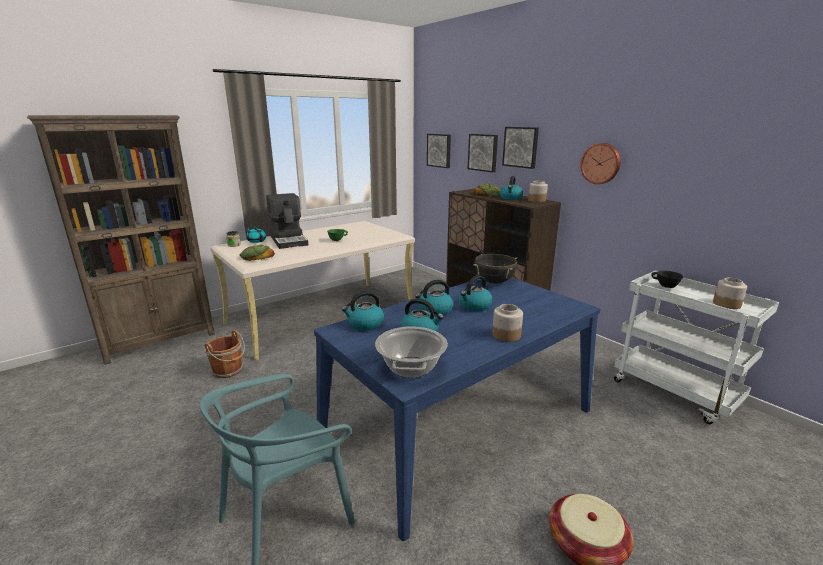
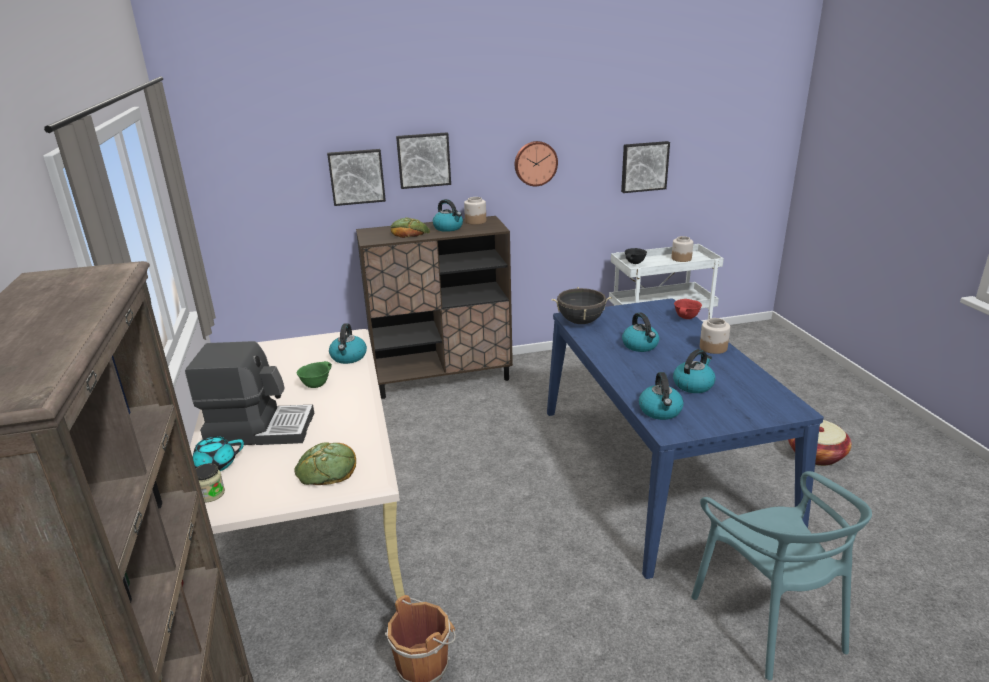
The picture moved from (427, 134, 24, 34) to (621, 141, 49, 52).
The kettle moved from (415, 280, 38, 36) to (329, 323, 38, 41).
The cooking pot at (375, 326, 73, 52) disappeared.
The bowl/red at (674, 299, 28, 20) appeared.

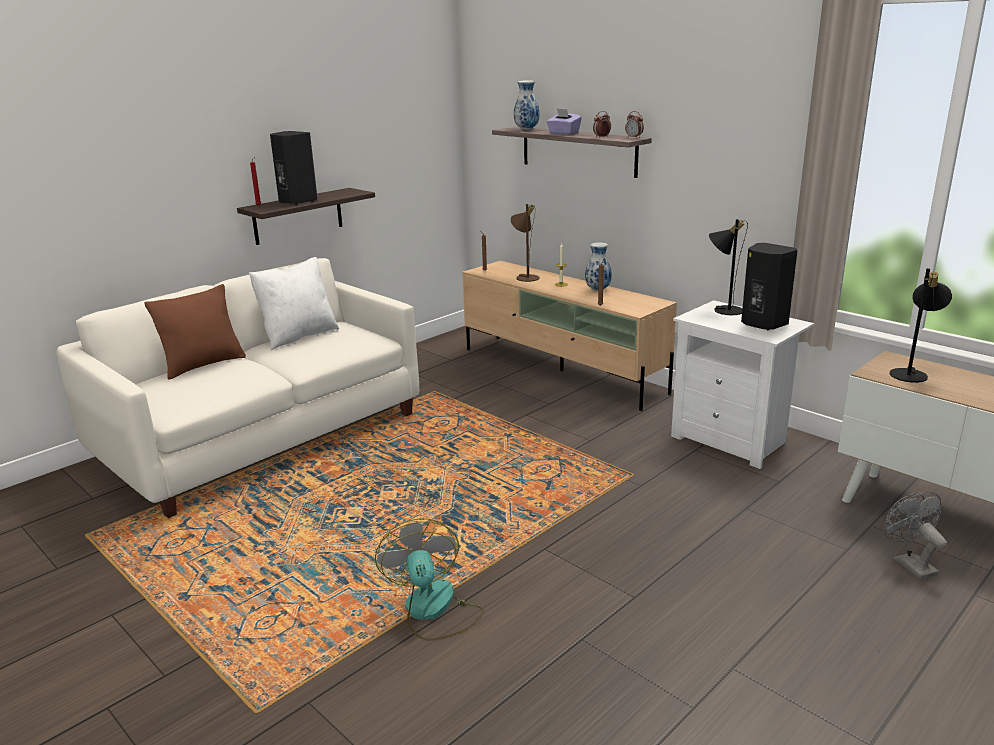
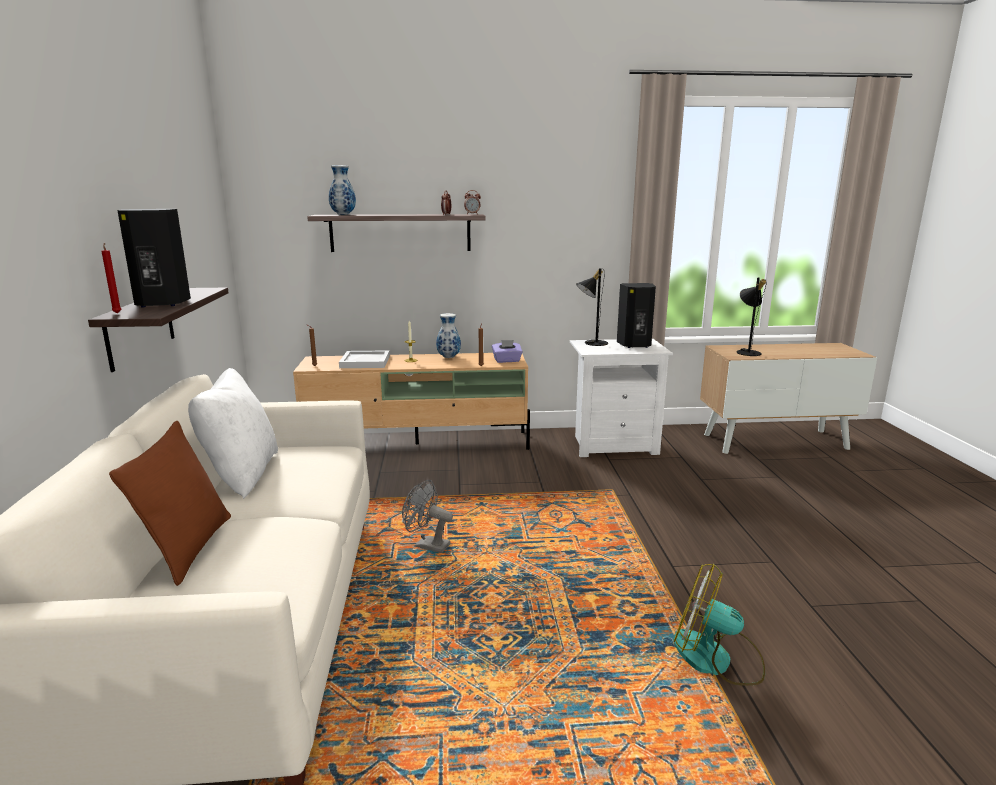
The tissue box/purple moved from (547, 109, 35, 26) to (492, 340, 31, 23).
The table lamp/brown at (511, 204, 28, 78) was replaced by the tray/white at (339, 350, 51, 18).
The fan/grey moved from (884, 492, 63, 88) to (402, 480, 51, 73).

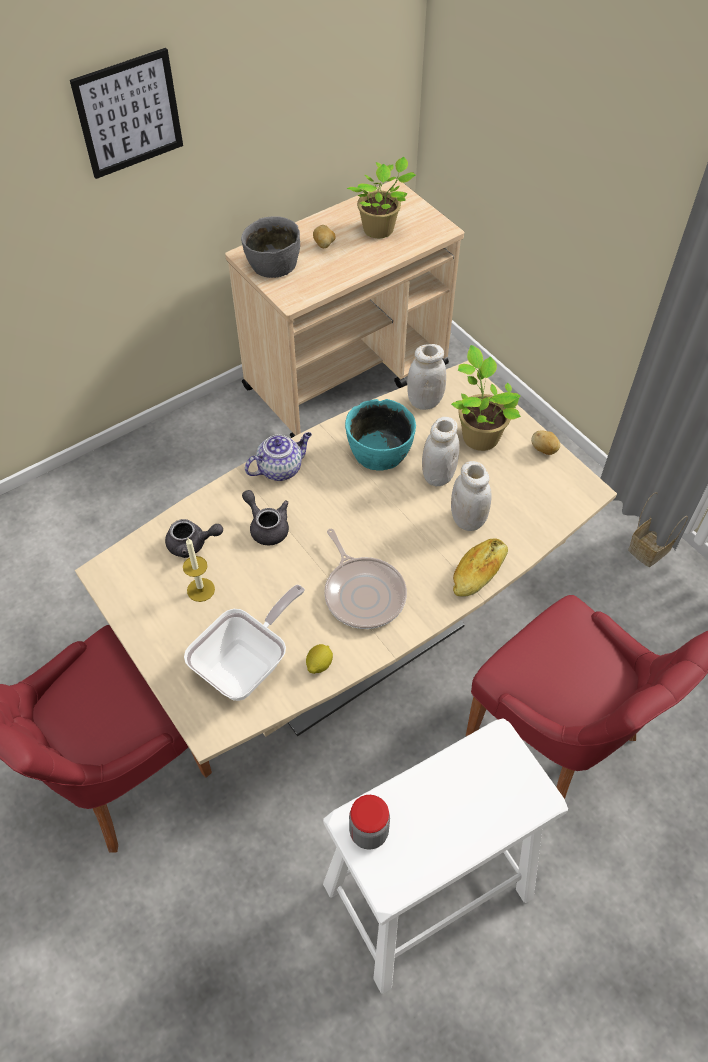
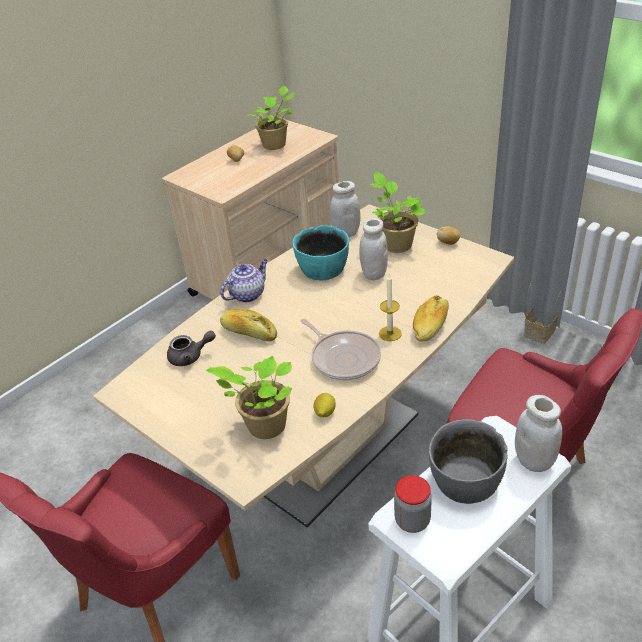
The picture at (70, 48, 113, 131) disappeared.
The bowl/grey moved from (241, 216, 59, 62) to (429, 419, 79, 85).
The jar/white moved from (451, 461, 41, 70) to (515, 395, 47, 77).
The teapot/grey at (242, 490, 47, 55) was replaced by the bread at (220, 309, 57, 32).
The candle moved from (183, 538, 32, 64) to (379, 274, 23, 67).
The frying pan at (184, 585, 121, 116) was replaced by the potted plant at (206, 356, 86, 83).

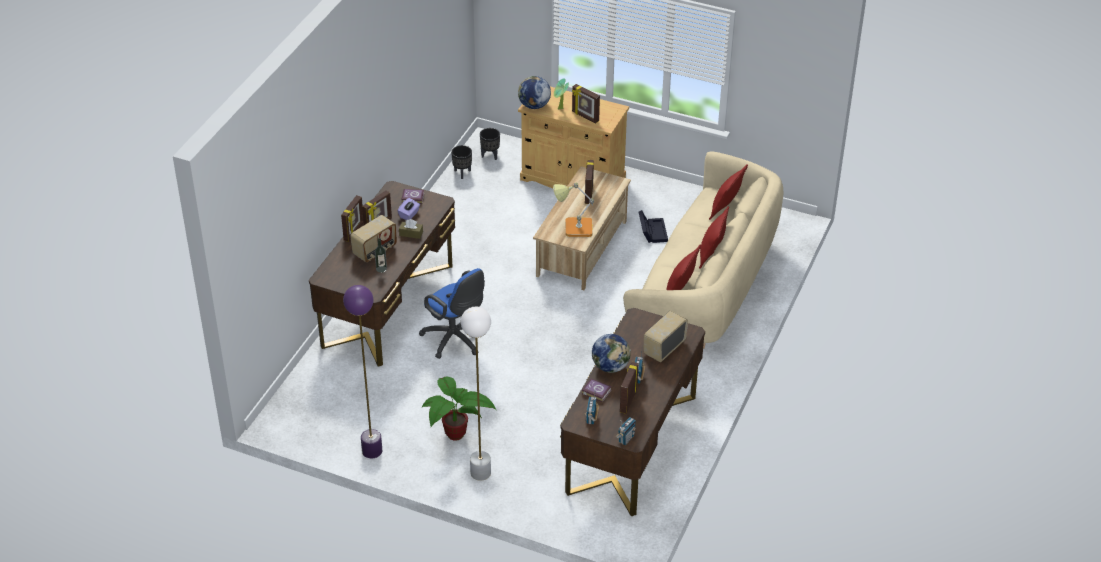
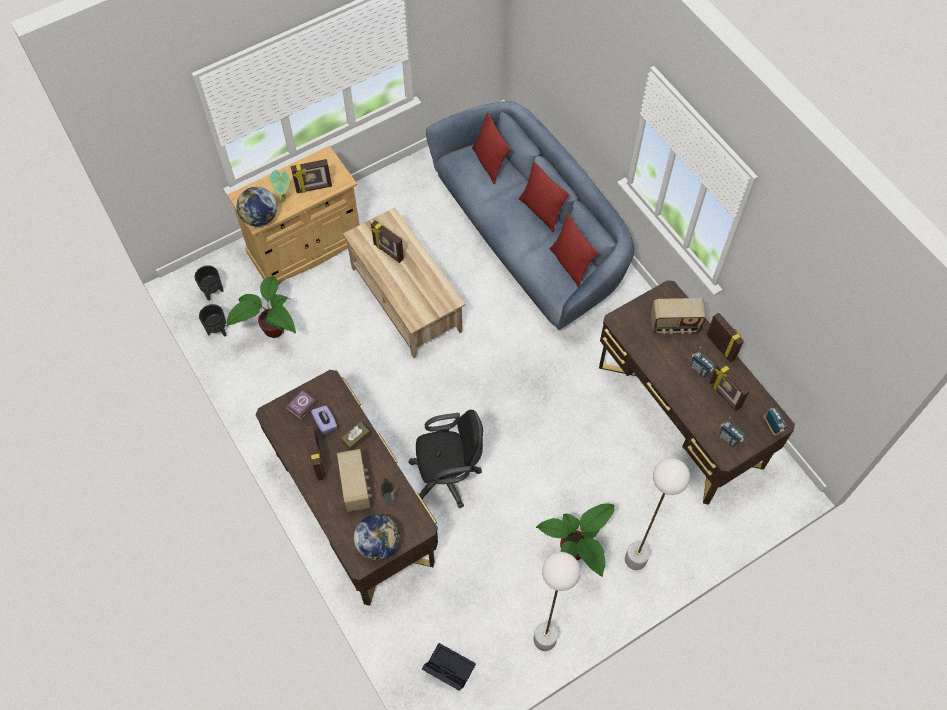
The sofa/beige at (623, 151, 161, 198) became the sofa/blue at (426, 101, 208, 229).
The table lamp at (553, 183, 41, 54) disappeared.
The picture frame moved from (341, 195, 23, 47) to (706, 313, 38, 50).
The storage box/black moved from (638, 210, 30, 33) to (422, 643, 54, 48).
The office chair/blue at (419, 268, 66, 91) became the office chair/black at (408, 410, 75, 98).
The floor lamp/purple at (343, 285, 39, 173) became the floor lamp/white at (534, 552, 47, 99).
The radio at (643, 310, 45, 52) turned 75 degrees counterclockwise.
The globe moved from (592, 334, 39, 39) to (354, 515, 46, 46).
The book at (582, 379, 29, 23) disappeared.
The potted plant at (227, 276, 69, 62) appeared.

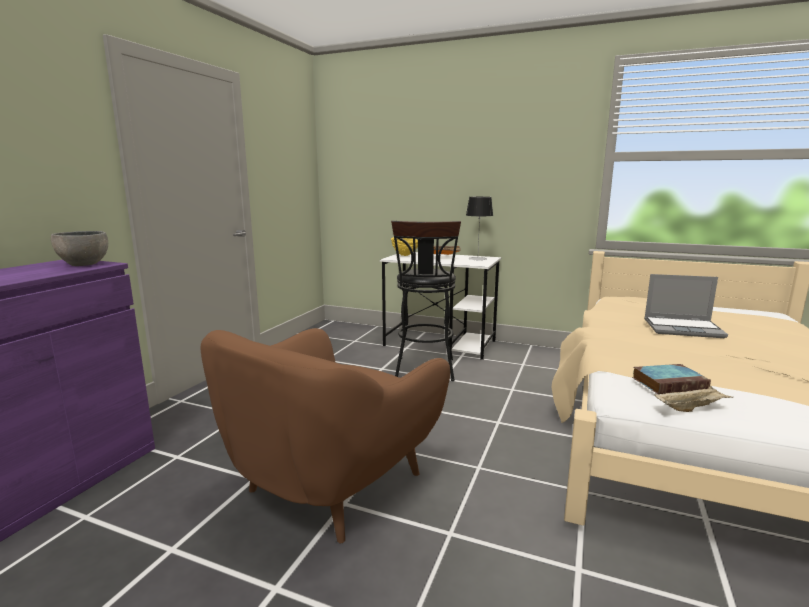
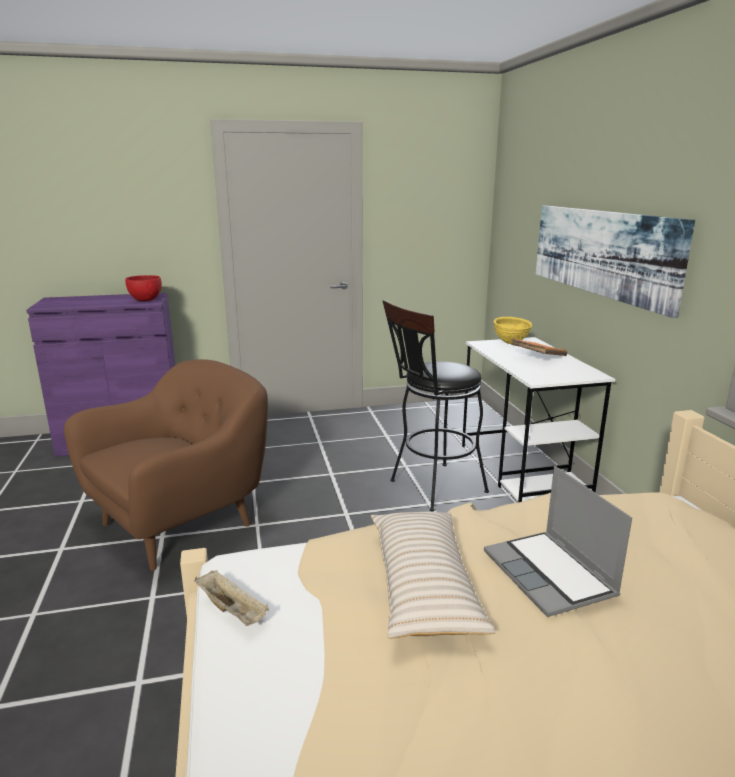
The table lamp at (466, 197, 27, 63) disappeared.
The bowl/grey at (51, 231, 57, 35) became the bowl/red at (125, 275, 37, 26).
The armchair/brown at (201, 328, 249, 215) turned 135 degrees clockwise.
The book at (632, 364, 79, 30) disappeared.
The picture at (536, 206, 159, 112) appeared.
The pillow/beige at (371, 511, 125, 128) appeared.

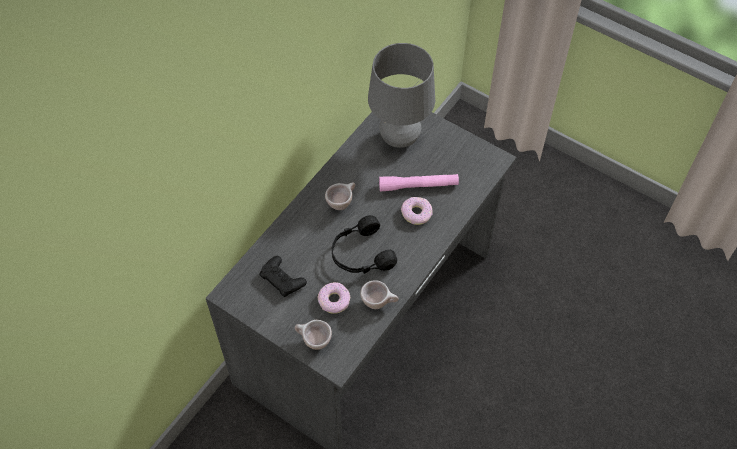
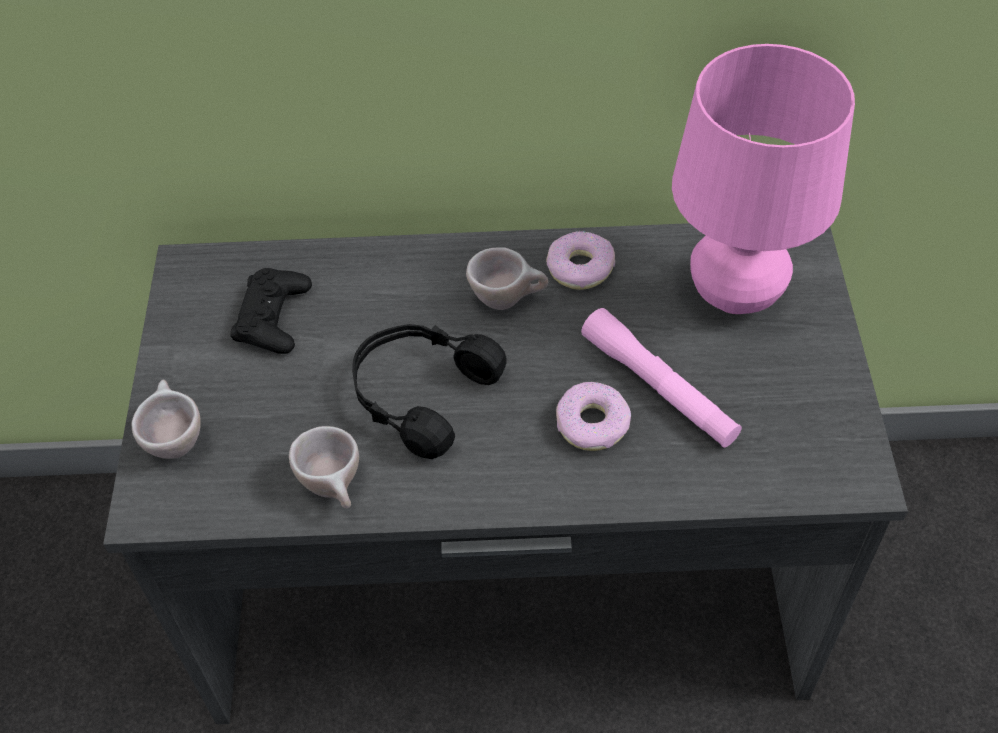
The table lamp/grey at (368, 43, 67, 105) became the table lamp/pink at (672, 44, 183, 270).
The donut moved from (318, 282, 32, 32) to (546, 231, 69, 59).

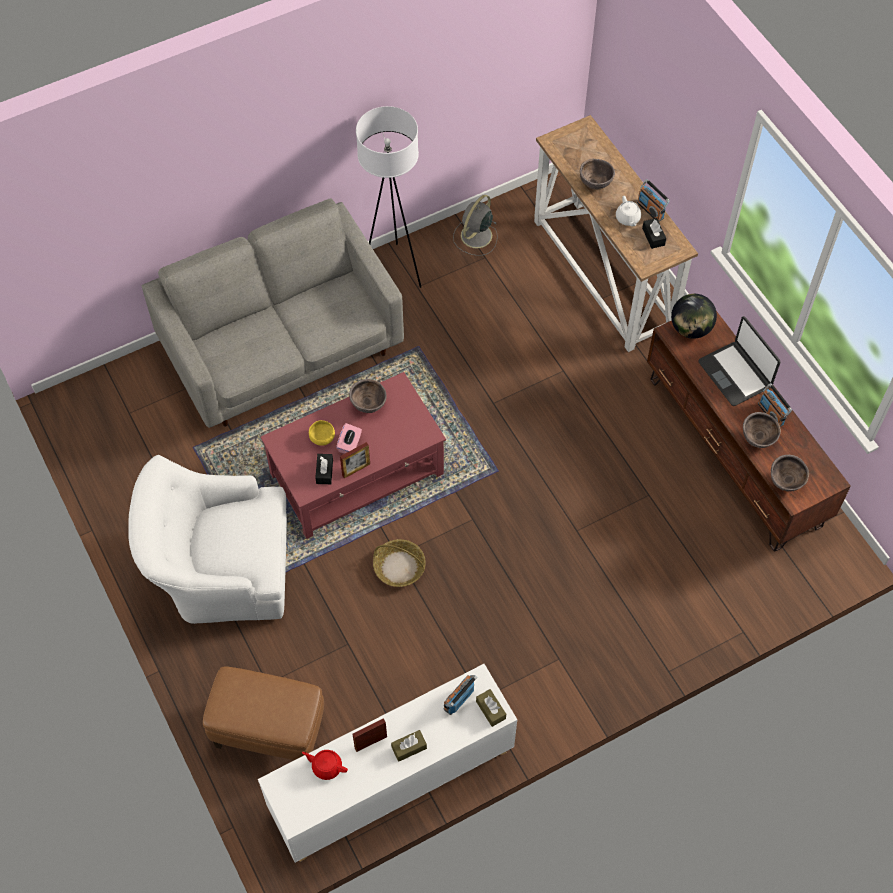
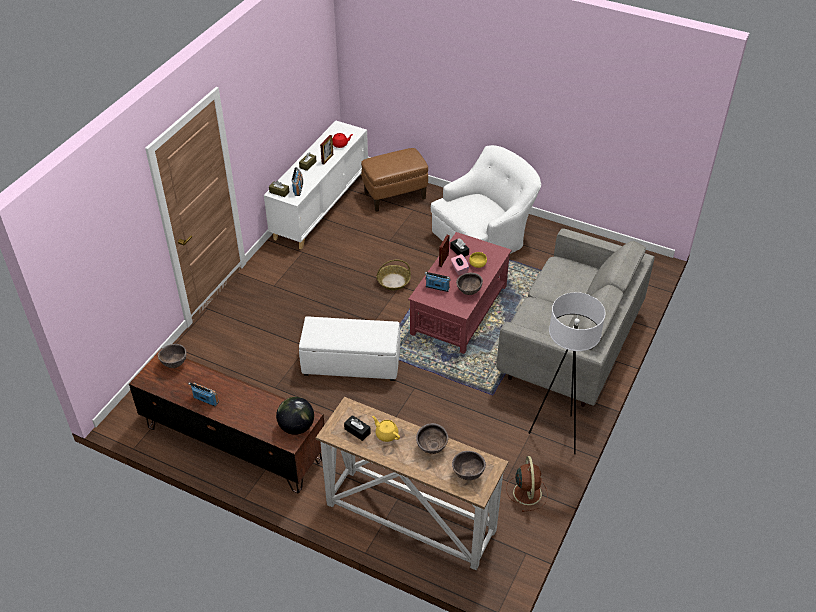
The radio moved from (637, 179, 33, 43) to (425, 272, 25, 20).
The fan/grey at (453, 195, 45, 61) became the fan/brown at (506, 456, 42, 56).
The teapot/white at (616, 196, 25, 31) became the teapot/yellow at (372, 416, 28, 26).
The laptop at (698, 316, 83, 90) disappeared.
The bowl/brown moved from (743, 412, 38, 36) to (452, 451, 34, 29).
The ottoman/white at (299, 316, 101, 65) appeared.

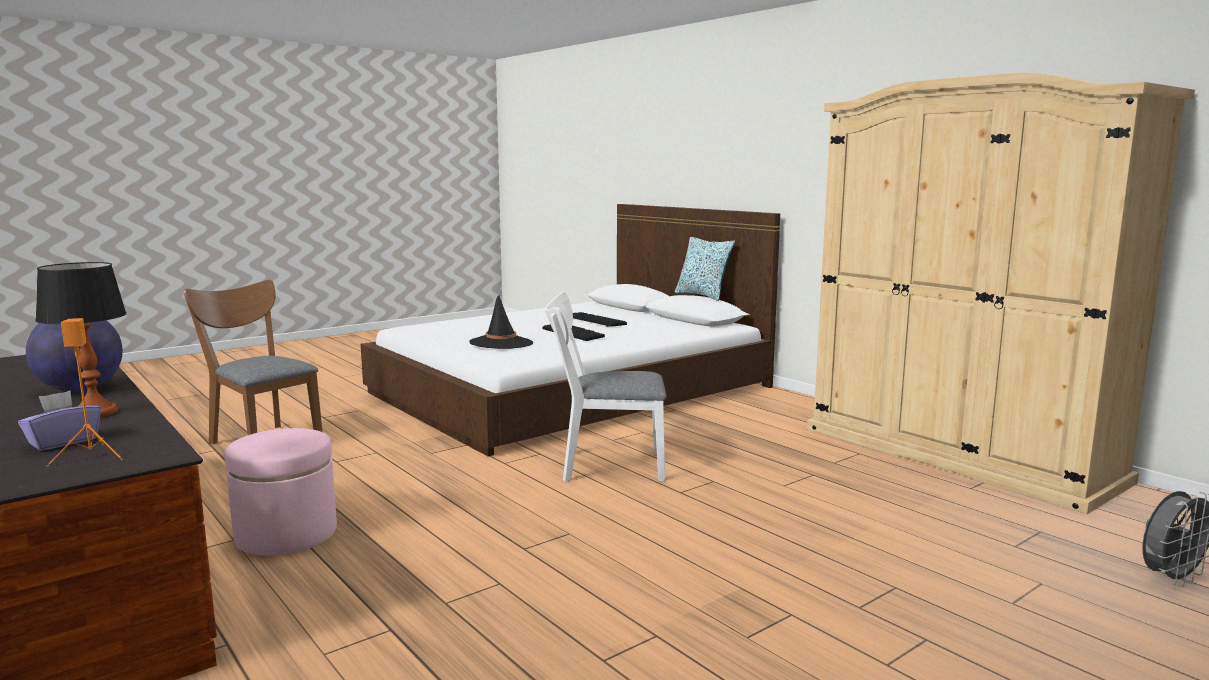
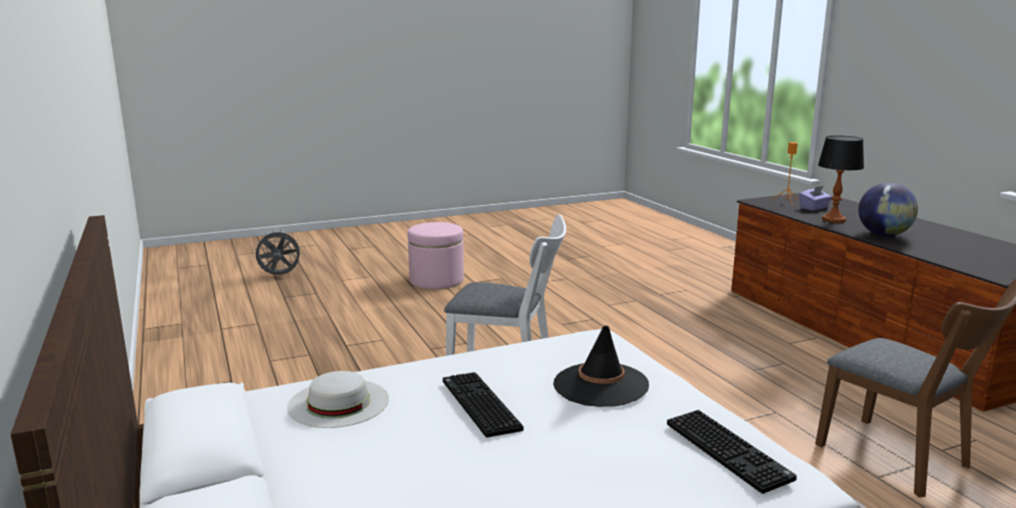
The wardrobe/beige at (807, 73, 388, 441) disappeared.
The pillow at (675, 237, 60, 64) disappeared.
The keyboard moved from (573, 312, 54, 15) to (667, 410, 130, 84).
The ottoman/pink moved from (224, 428, 113, 128) to (407, 222, 57, 67).
The hat/white at (287, 371, 102, 57) appeared.

